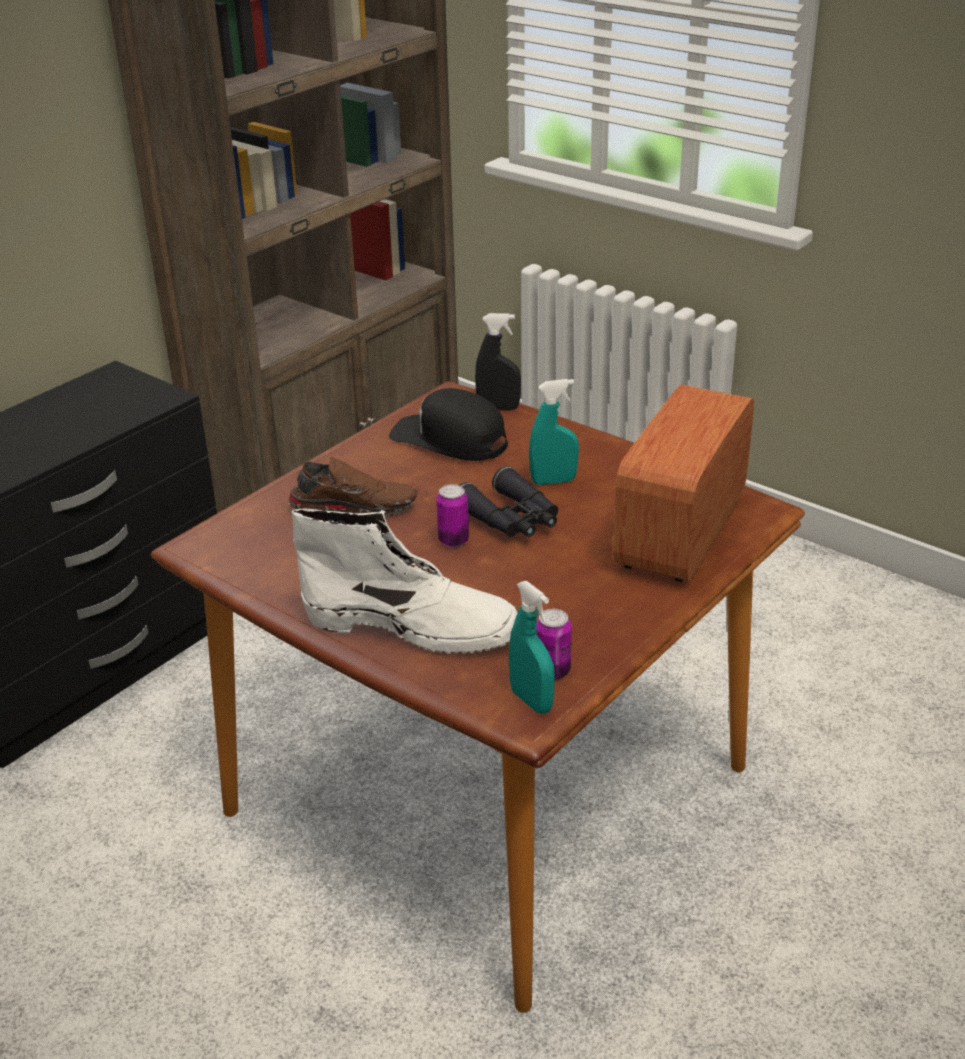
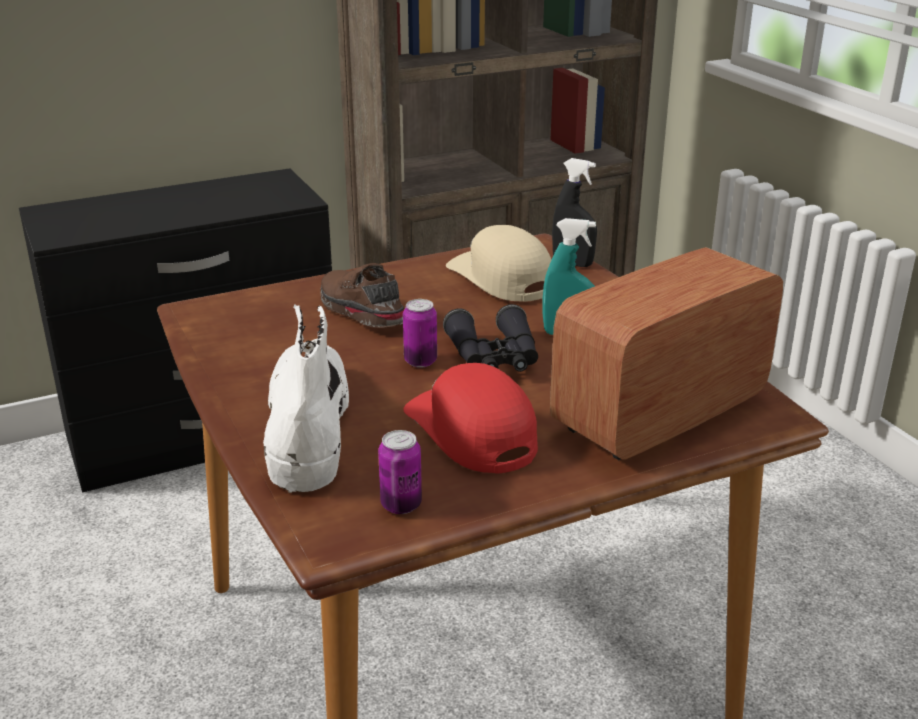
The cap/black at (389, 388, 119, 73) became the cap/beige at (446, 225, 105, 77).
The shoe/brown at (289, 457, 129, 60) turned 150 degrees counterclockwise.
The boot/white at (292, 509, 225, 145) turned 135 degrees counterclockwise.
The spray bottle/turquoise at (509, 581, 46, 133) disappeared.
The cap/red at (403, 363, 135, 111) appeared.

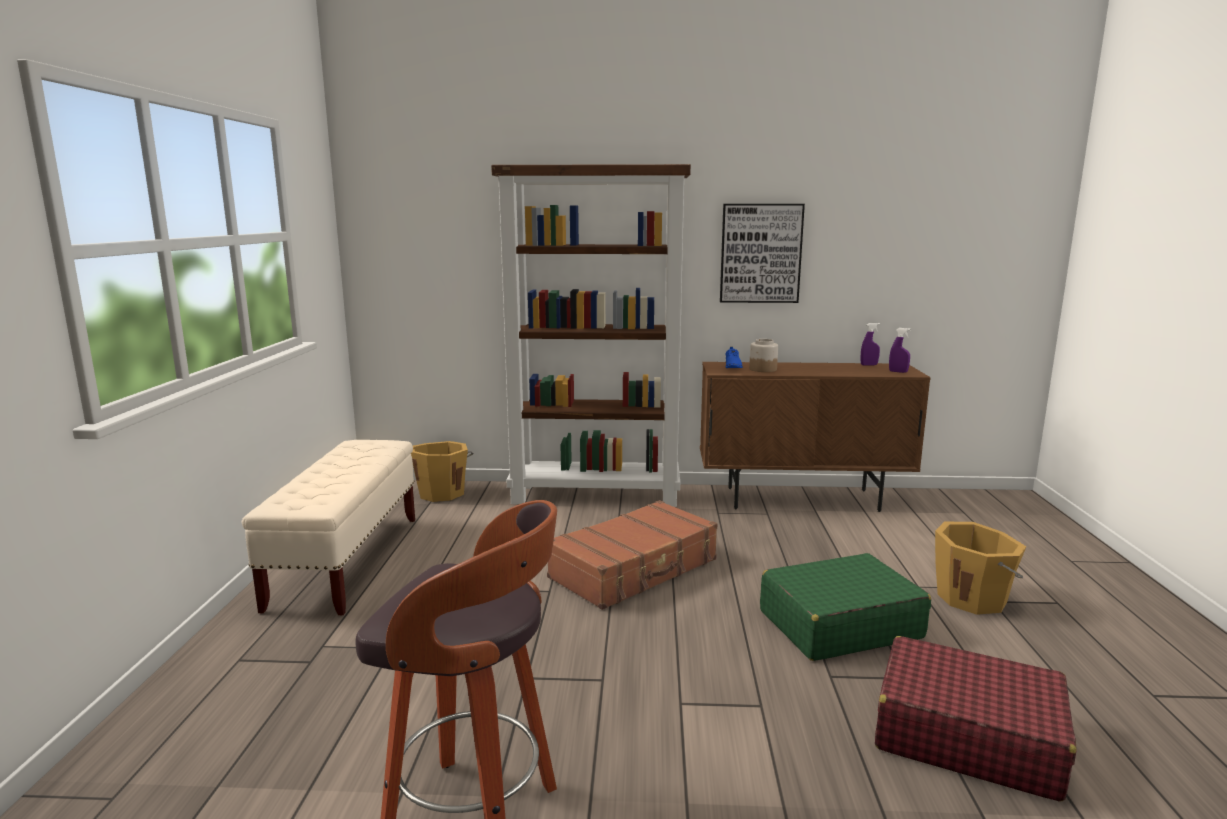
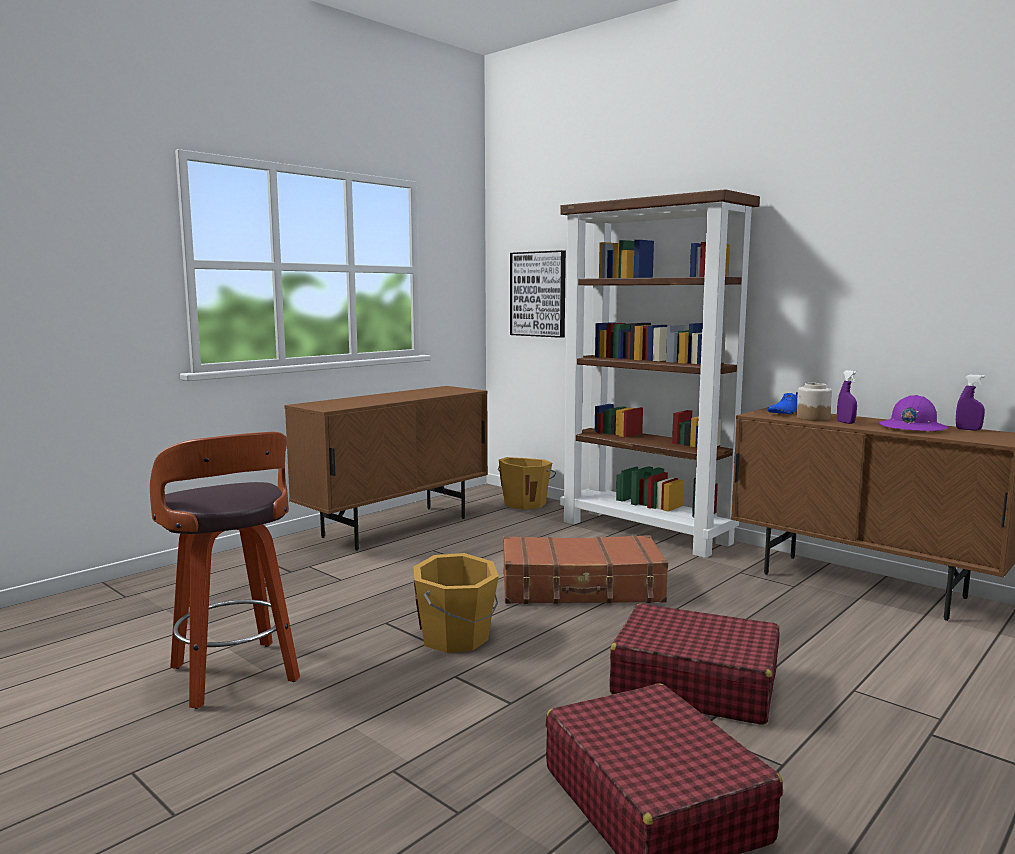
The picture moved from (720, 204, 85, 99) to (510, 250, 56, 88).
The spray bottle/purple moved from (889, 328, 22, 45) to (837, 370, 20, 54).
The bench/beige at (242, 440, 173, 175) was replaced by the cabinet/brown at (284, 386, 204, 165).
The bucket/orange moved from (935, 522, 91, 93) to (413, 553, 86, 100).
The suitcase/green at (760, 553, 171, 108) became the suitcase/red at (609, 604, 170, 121).
The hard hat/purple at (879, 395, 69, 37) appeared.

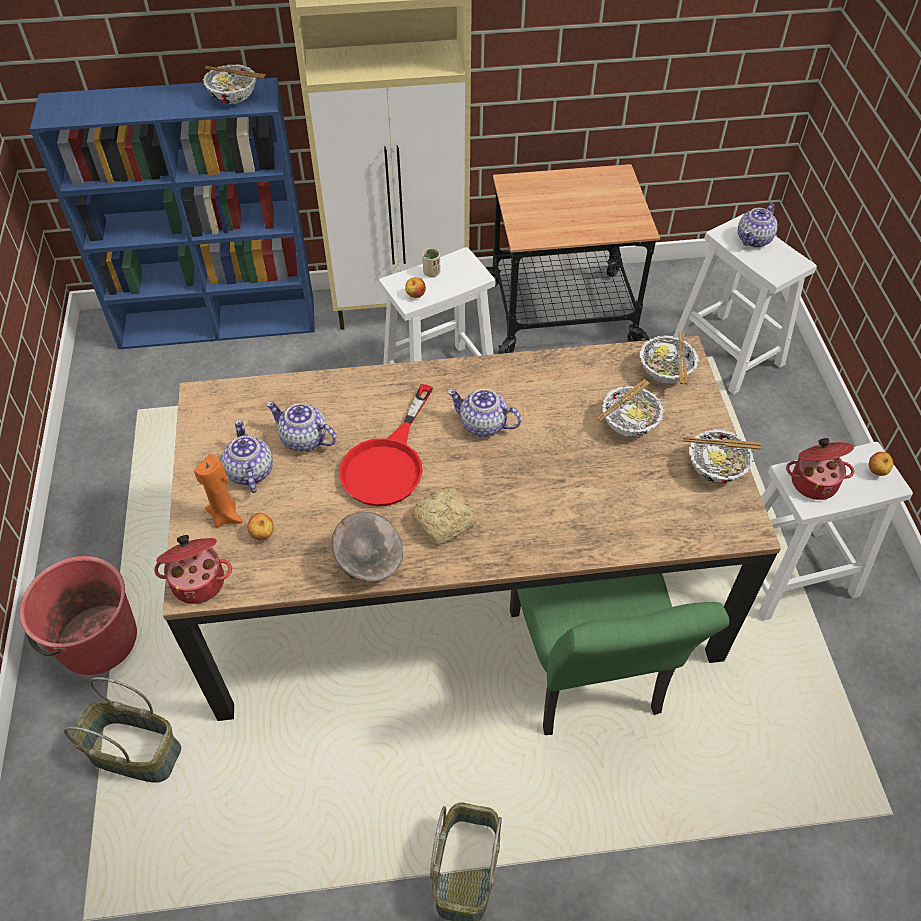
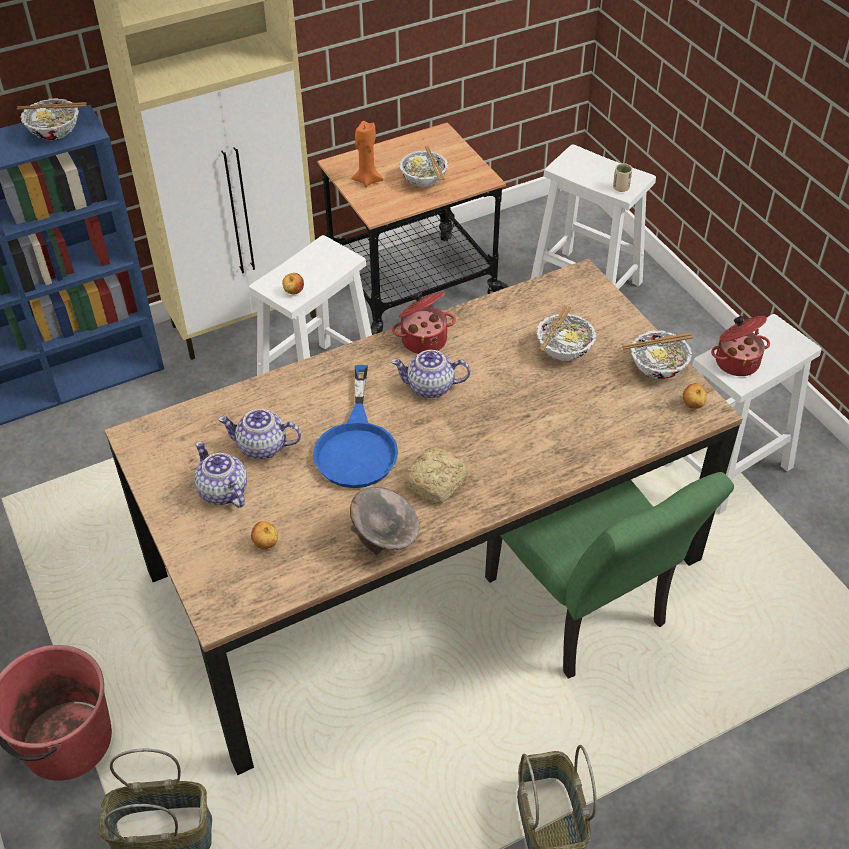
The teapot at (738, 203, 39, 44) disappeared.
The cup/beige moved from (422, 248, 18, 29) to (613, 163, 20, 29).
The bowl moved from (639, 332, 60, 52) to (399, 146, 49, 41).
The frying pan/red at (339, 384, 94, 122) became the frying pan/blue at (313, 365, 85, 123).
The apple moved from (869, 452, 25, 24) to (683, 383, 24, 26).
The candle/orange moved from (194, 454, 49, 73) to (351, 121, 33, 66).
The cooking pot moved from (154, 535, 78, 69) to (392, 292, 64, 62).

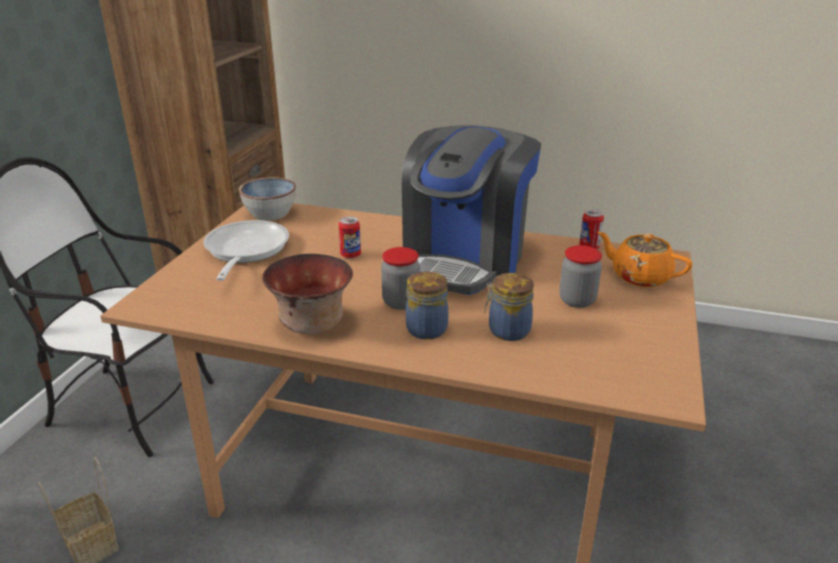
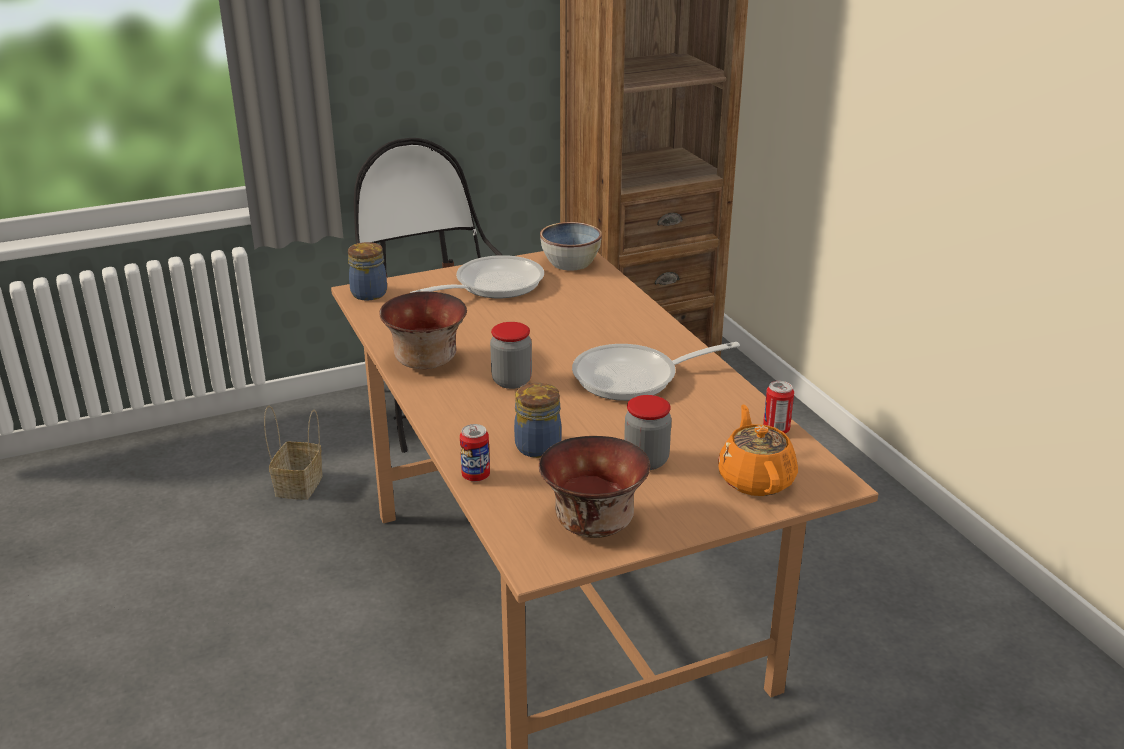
The coffee machine at (402, 125, 139, 170) was replaced by the frying pan at (572, 342, 168, 59).
The can moved from (339, 216, 22, 43) to (460, 424, 30, 58).
The jar moved from (406, 272, 42, 67) to (348, 242, 39, 59).
The bowl at (539, 436, 111, 102) appeared.

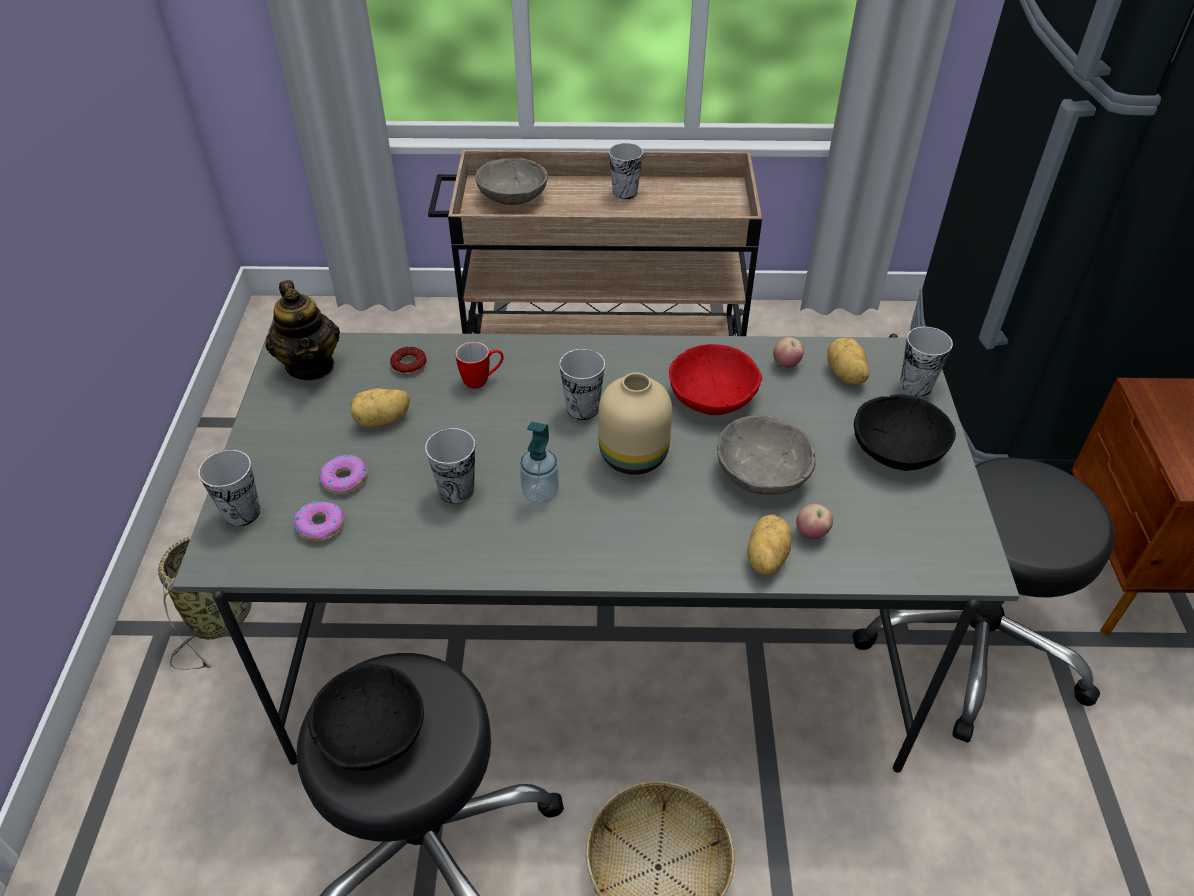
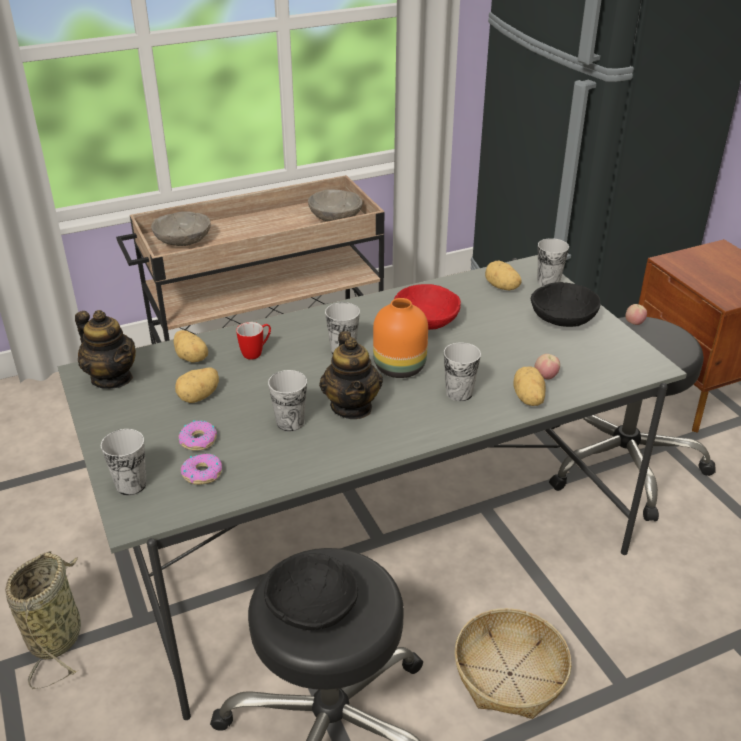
The cup moved from (609, 143, 34, 56) to (444, 342, 37, 59).
The apple moved from (773, 337, 31, 31) to (626, 304, 21, 21).
The donut at (390, 347, 37, 28) was replaced by the potato at (174, 330, 34, 33).
The vase/beige at (598, 373, 74, 102) became the vase/orange at (373, 298, 55, 80).
The bowl/grey moved from (717, 415, 99, 80) to (308, 189, 55, 32).
The soap dispenser at (519, 422, 40, 82) was replaced by the teapot at (319, 331, 64, 88).

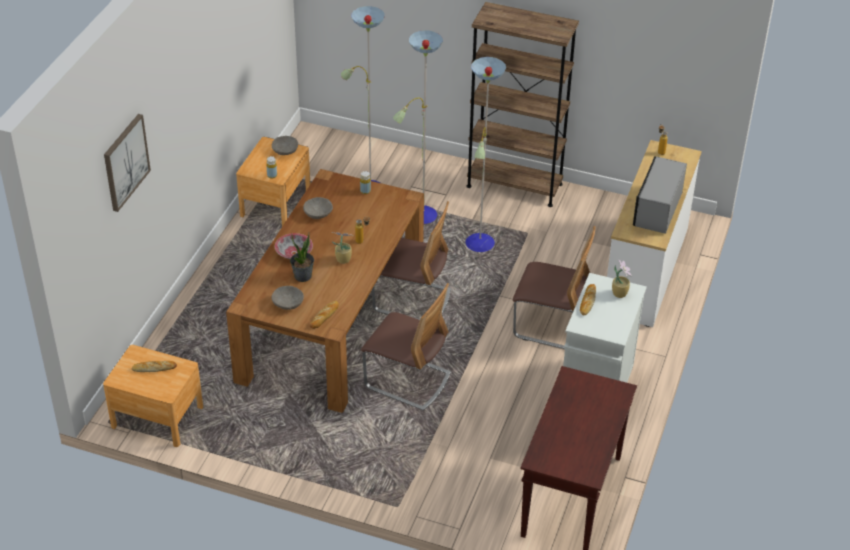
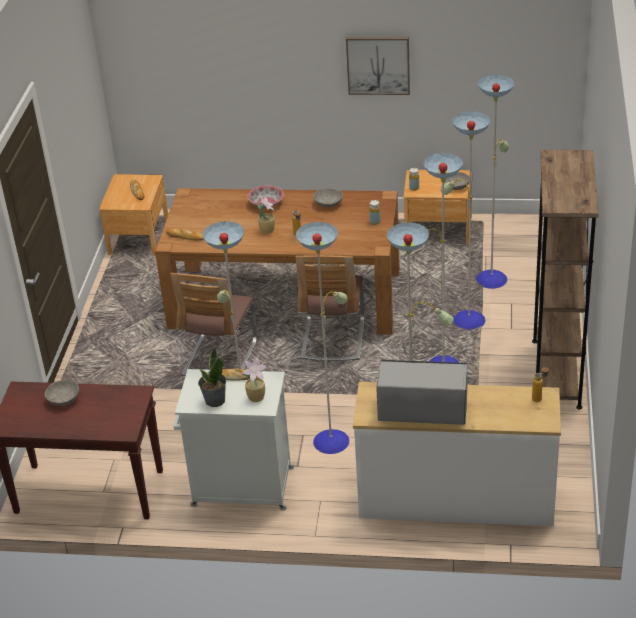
The picture moved from (104, 114, 47, 98) to (346, 37, 64, 58).
The chair at (513, 226, 83, 123) was replaced by the floor lamp at (202, 221, 251, 233).
The potted plant moved from (290, 232, 24, 50) to (198, 347, 28, 60).
The bowl/grey moved from (271, 286, 33, 24) to (44, 380, 35, 26).

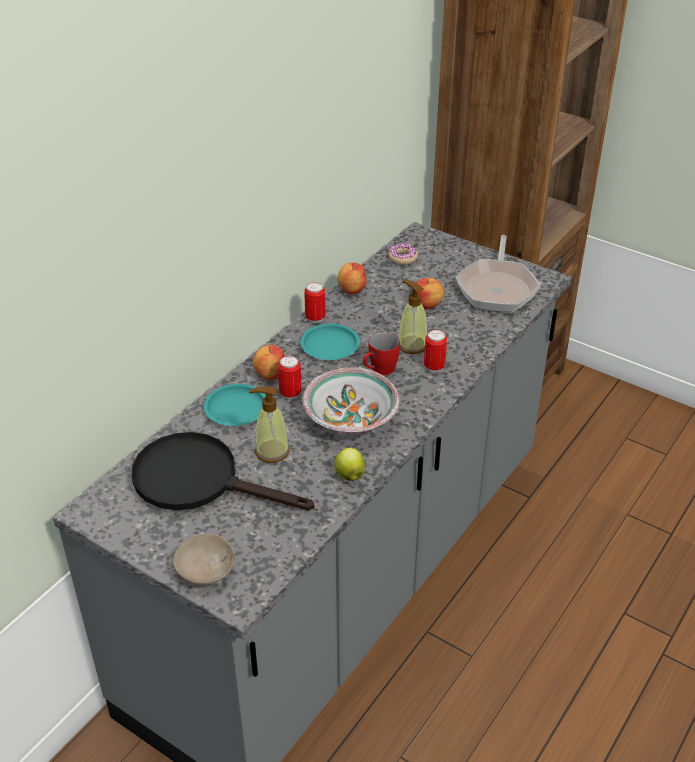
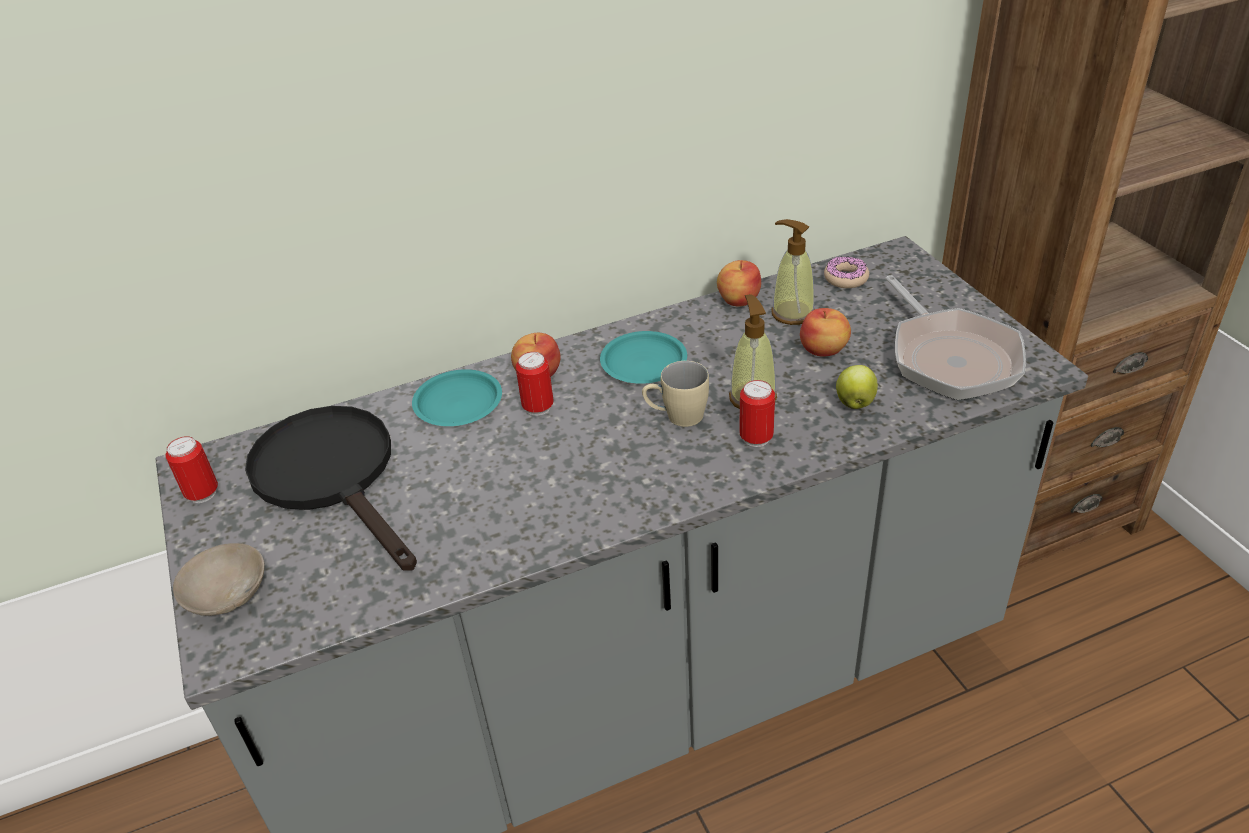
The frying pan at (455, 235, 86, 77) turned 60 degrees counterclockwise.
The can moved from (304, 282, 22, 41) to (166, 436, 52, 67).
The mug/red at (363, 332, 37, 43) became the mug/beige at (642, 361, 67, 66).
The bowl at (302, 368, 98, 66) disappeared.
The soap dispenser moved from (249, 386, 41, 77) to (771, 219, 44, 106).
The apple moved from (334, 448, 31, 33) to (836, 365, 42, 44).

